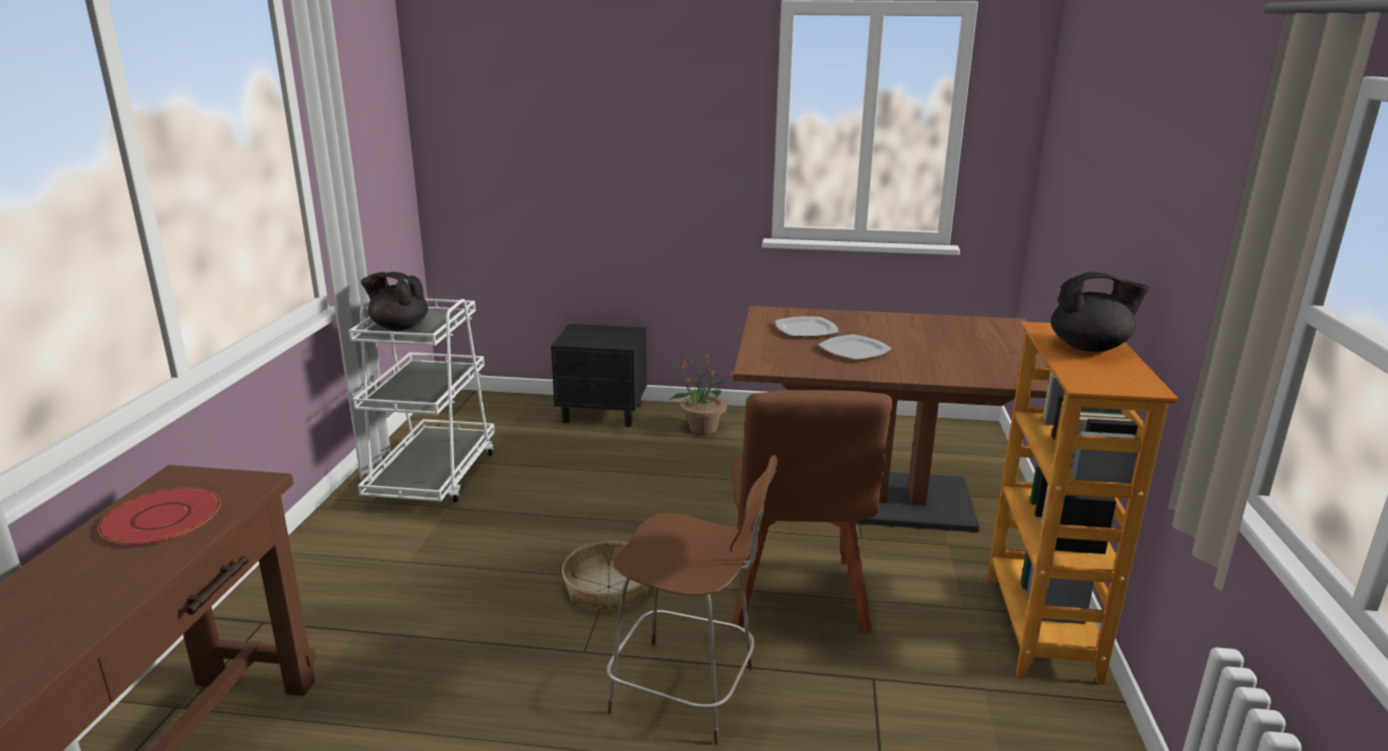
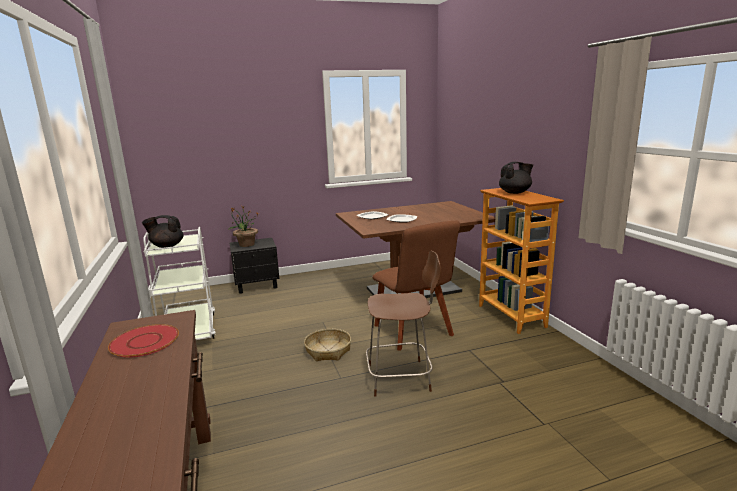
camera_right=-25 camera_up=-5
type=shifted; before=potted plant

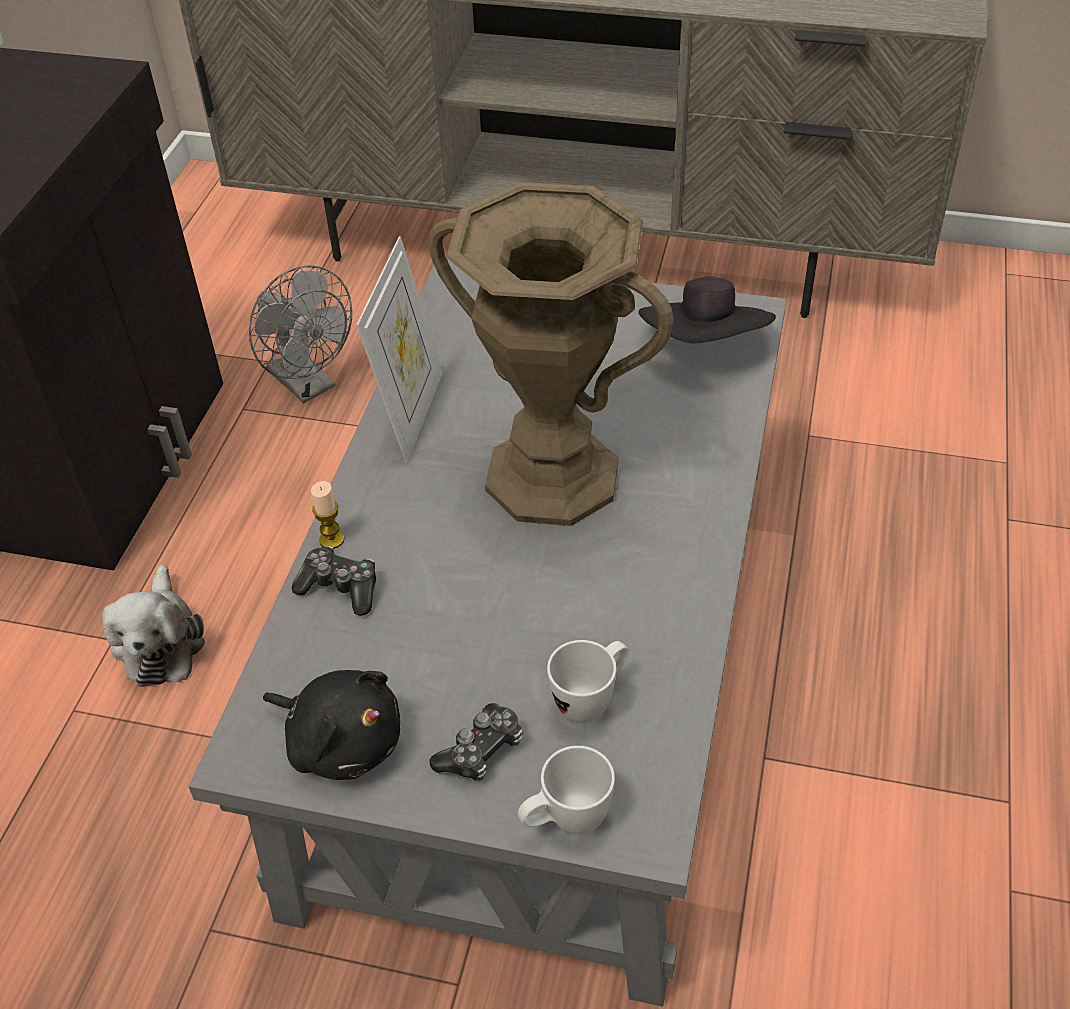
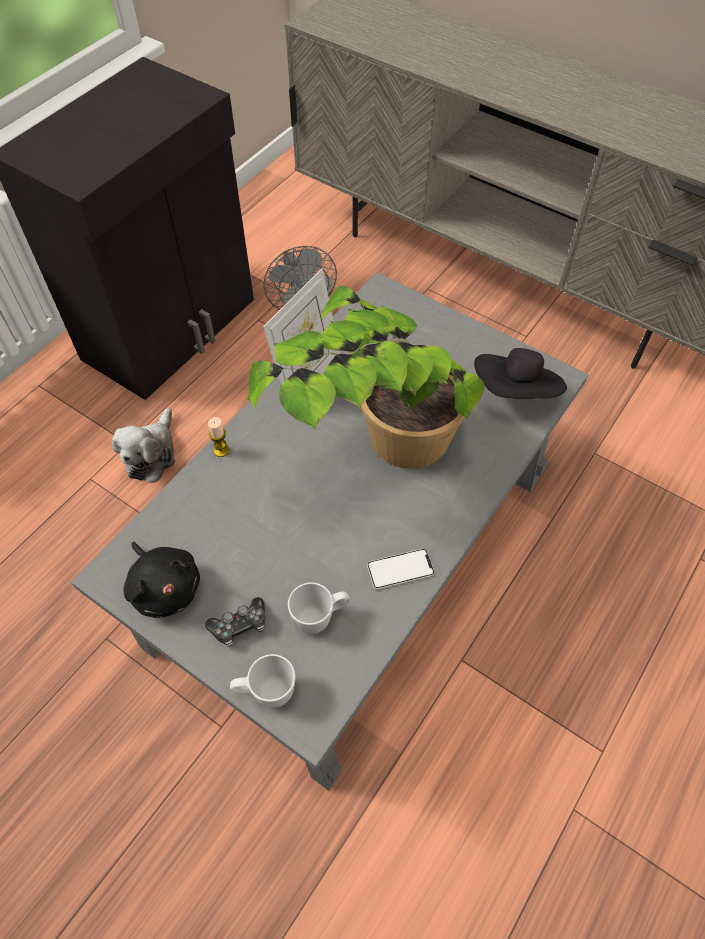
camera_right=20 camera_up=10
type=swapped; before=brown decorative vase; after=potted plant
type=new; after=phone
type=gone; before=joypad (no. 1 from left)

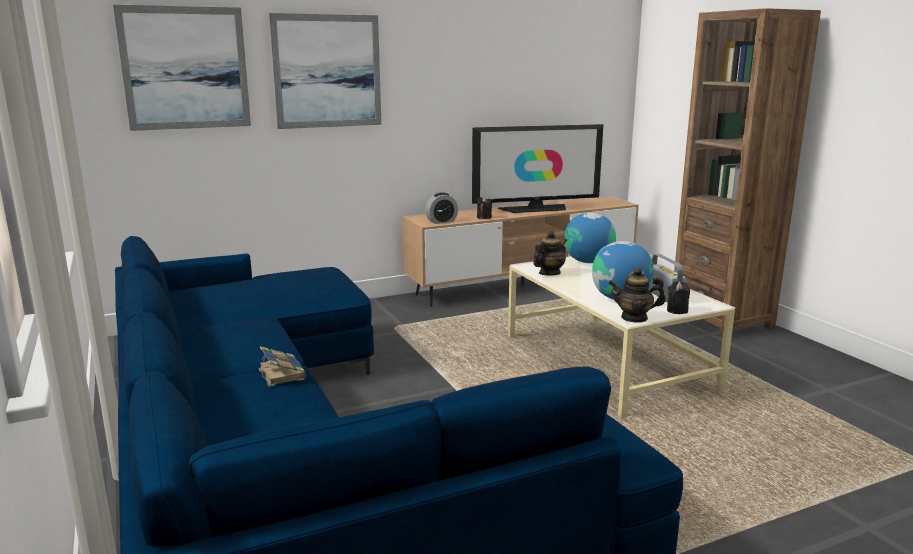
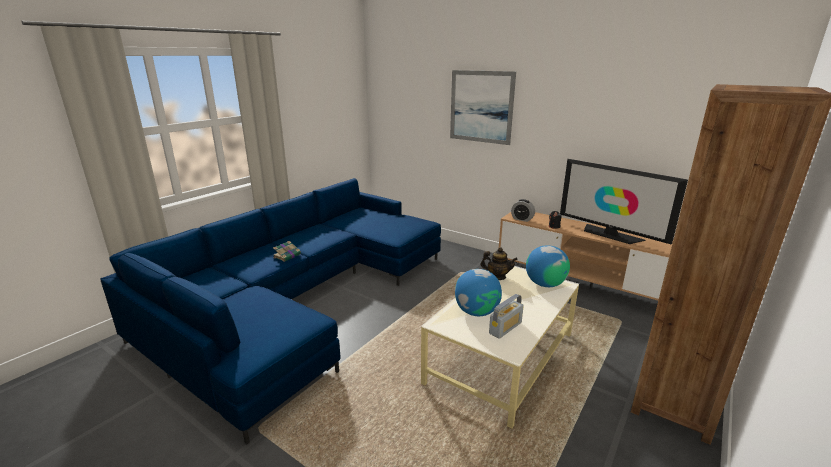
camera_right=60 camera_up=5
type=gone; before=picture (no. 1 from left)
type=gone; before=teapot (no. 2 from left)
type=gone; before=blackish wax light (no. 2 from left)

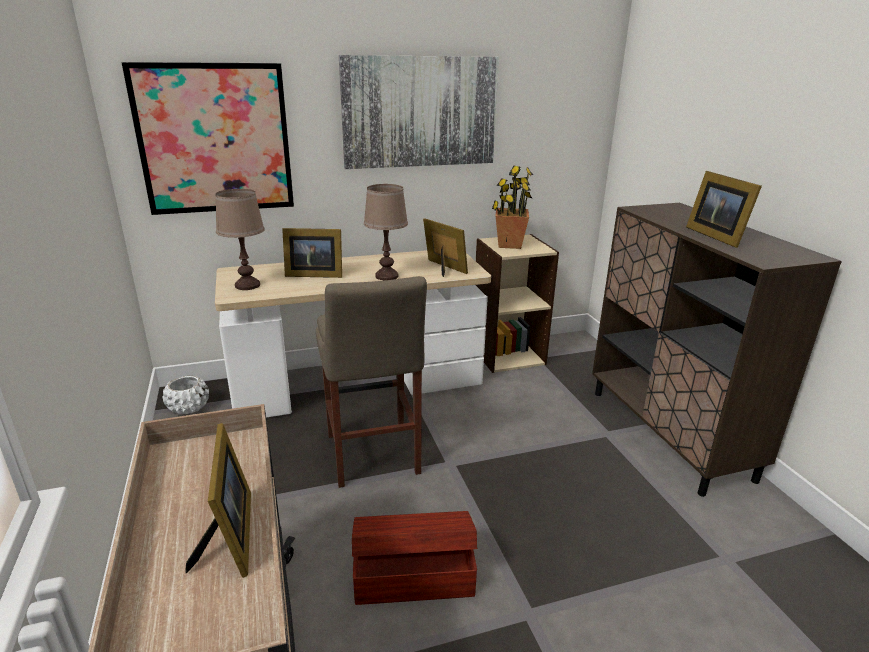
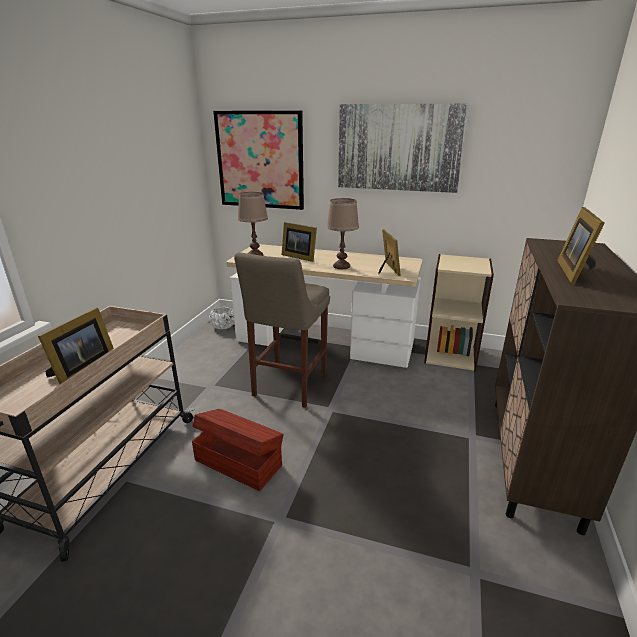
camera_right=35 camera_up=0
type=gone; before=potted plant

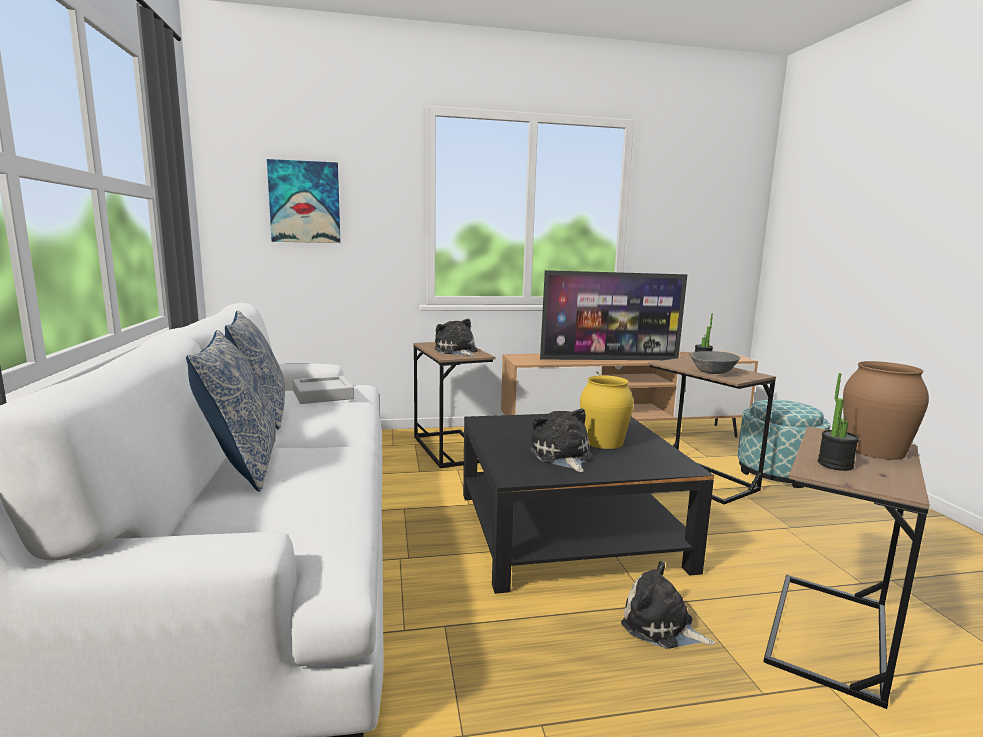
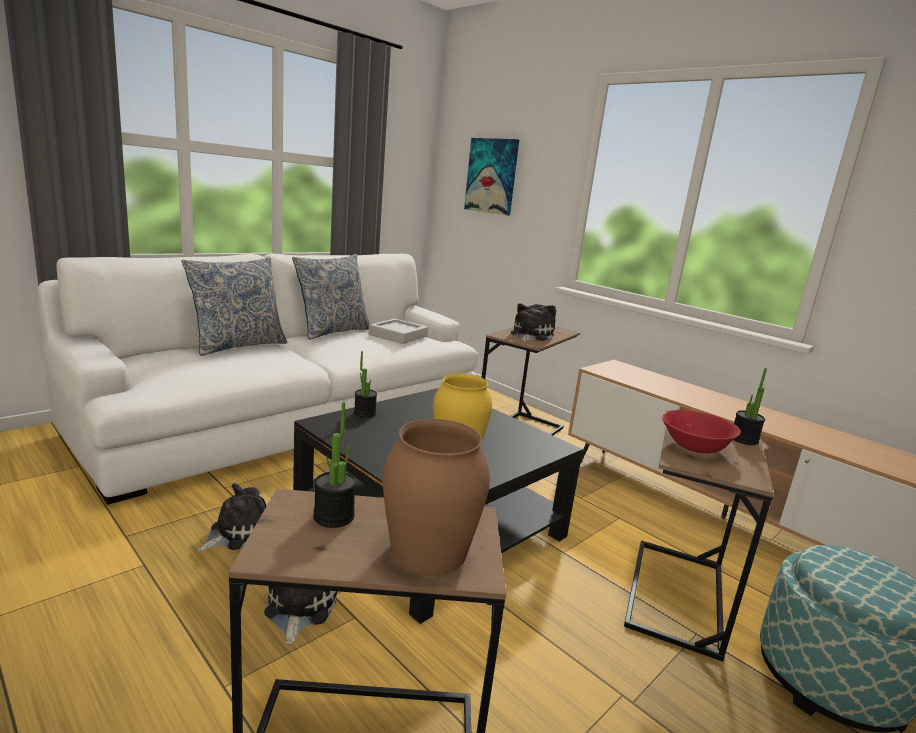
camera_right=55 camera_up=5
type=shifted; before=soft toy (no. 2 from left in the first image); after=soft toy (no. 1 from left)
type=new; after=potted plant (no. 2 from left)
type=repainted; before=greyish serving bowl; after=red-coloured serving bowl
type=gone; before=TV set

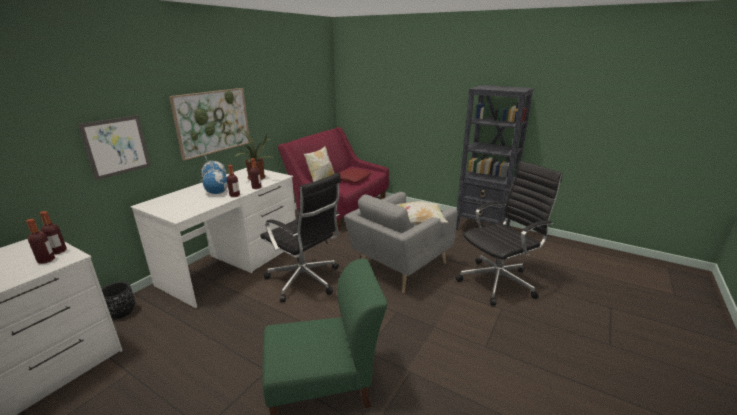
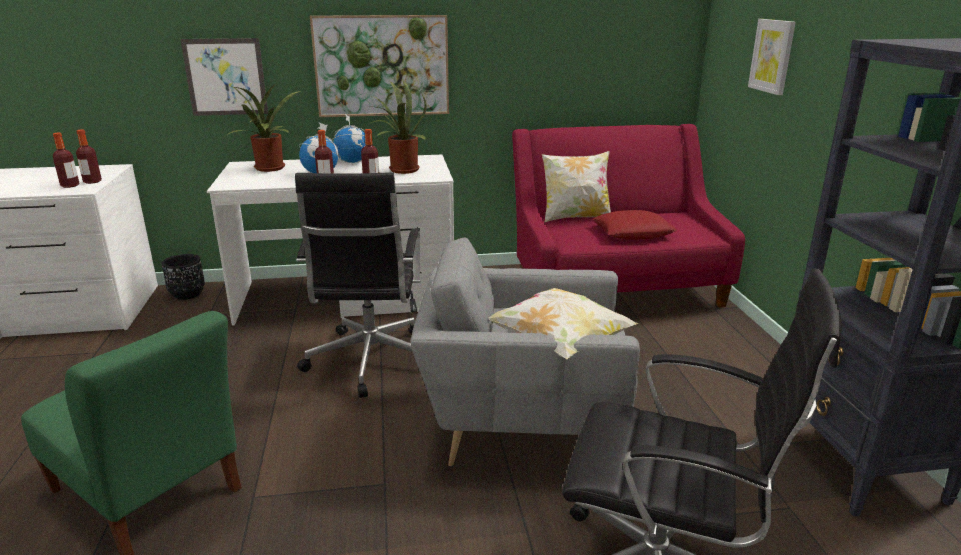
camera_right=50 camera_up=0
type=new; after=potted plant (no. 1 from left)
type=new; after=picture (no. 3 from left)

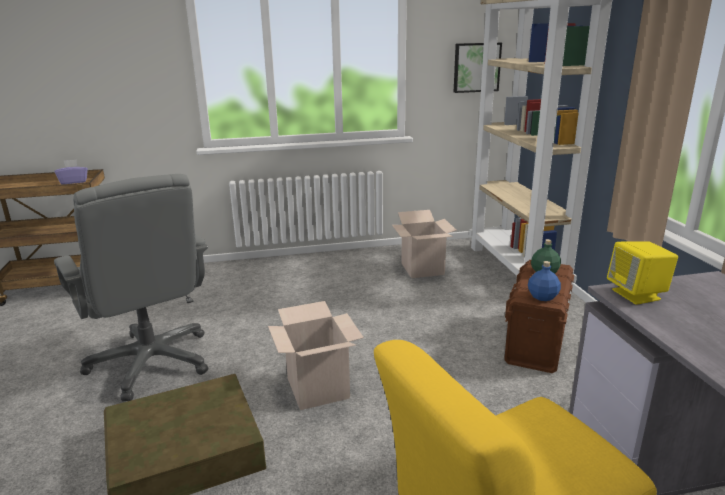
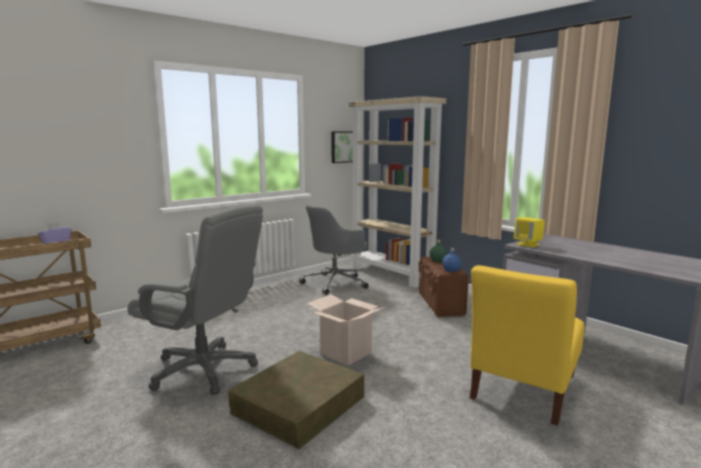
camera_right=-30 camera_up=-10
type=swapped; before=cardboard box (no. 2 from left); after=greyish desk chair (no. 2 from left)

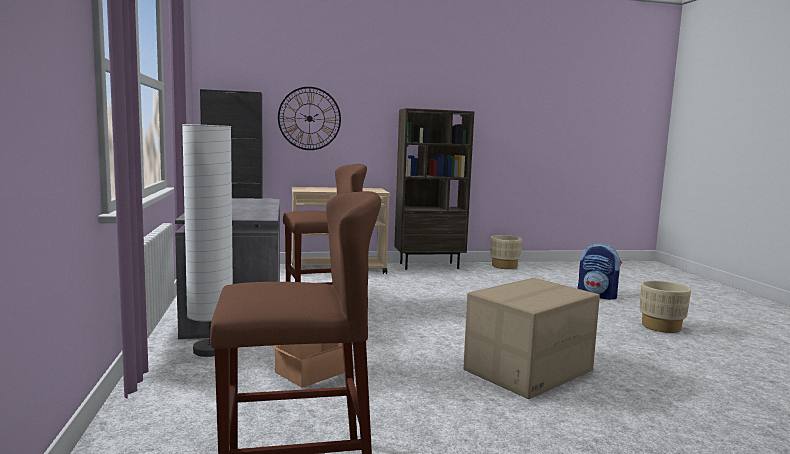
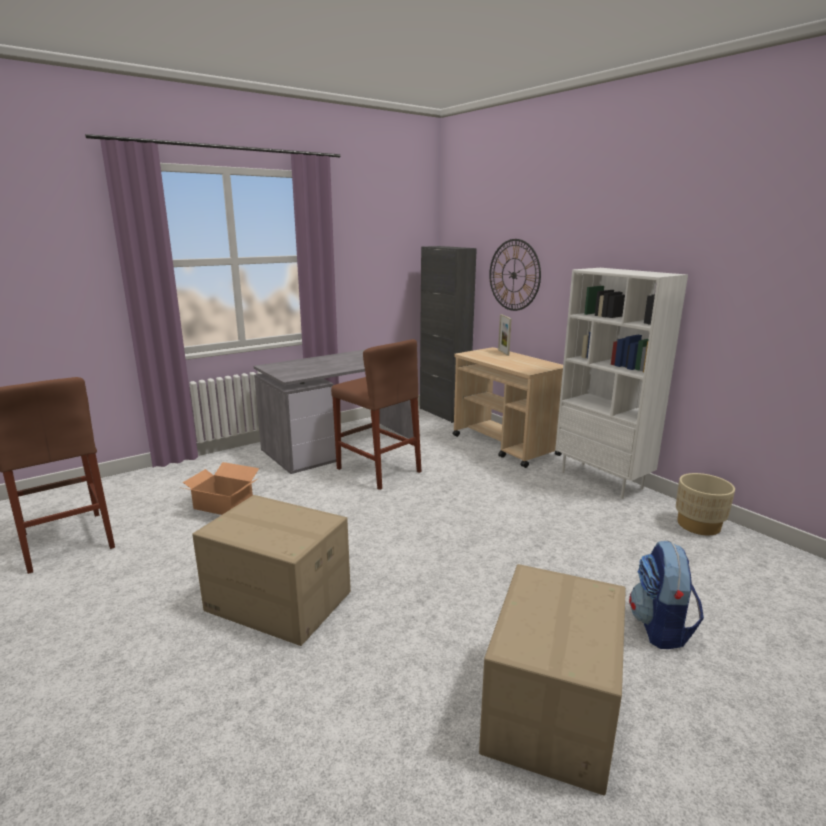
camera_right=65 camera_up=10
type=swapped; before=beige planter (no. 2 from left); after=cardboard box (no. 3 from left)
type=new; after=standing frame
type=repainted; before=brown bookcase; after=white-coloured bookcase
type=gone; before=white-coloured standard lamp

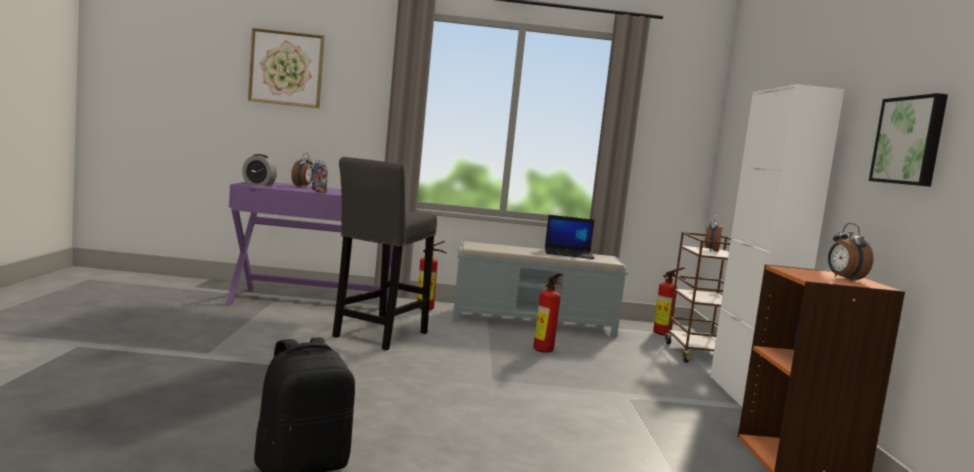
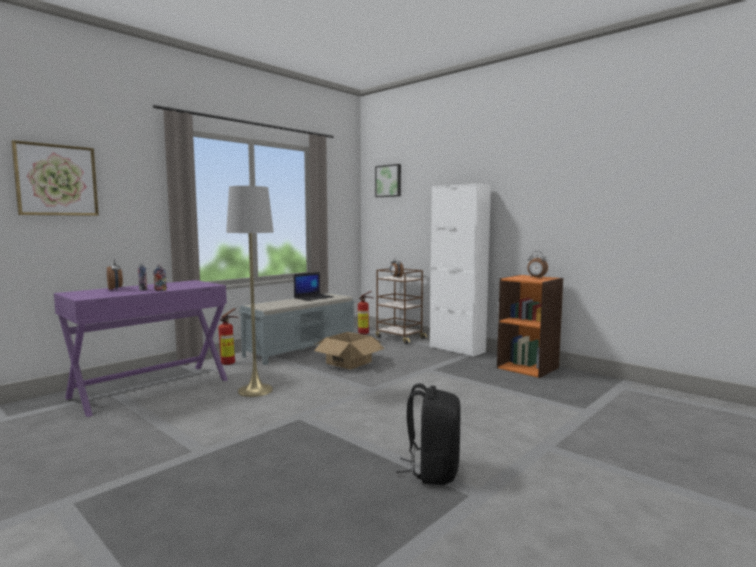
camera_right=-45 camera_up=0
type=swapped; before=greyish stool; after=greyish standard lamp
type=swapped; before=fire extinguisher (no. 2 from left); after=cardboard box
type=shifted; before=picture (no. 2 from left)
type=gone; before=alarm clock (no. 1 from left)

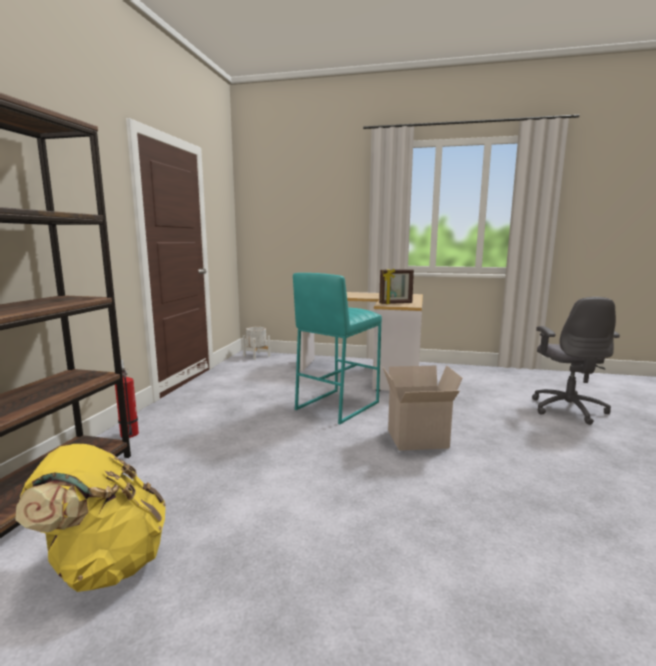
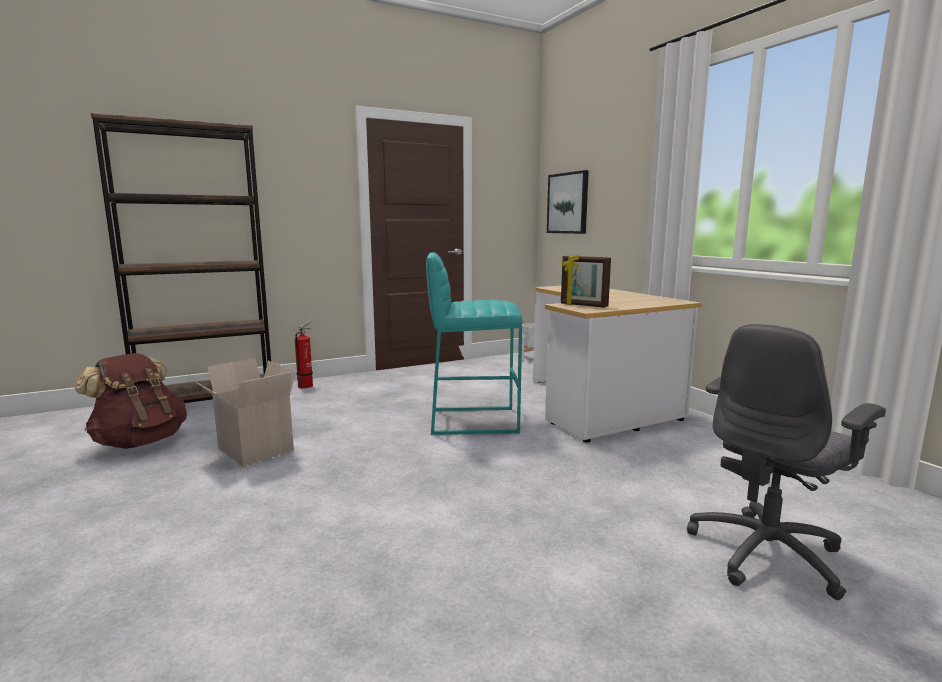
camera_right=50 camera_up=0
type=repainted; before=yellowish knapsack; after=brown knapsack
type=shifted; before=cardboard box
type=new; after=picture

